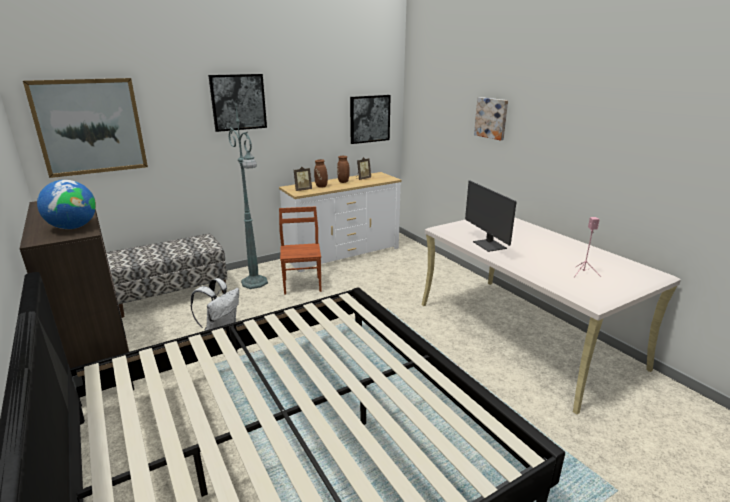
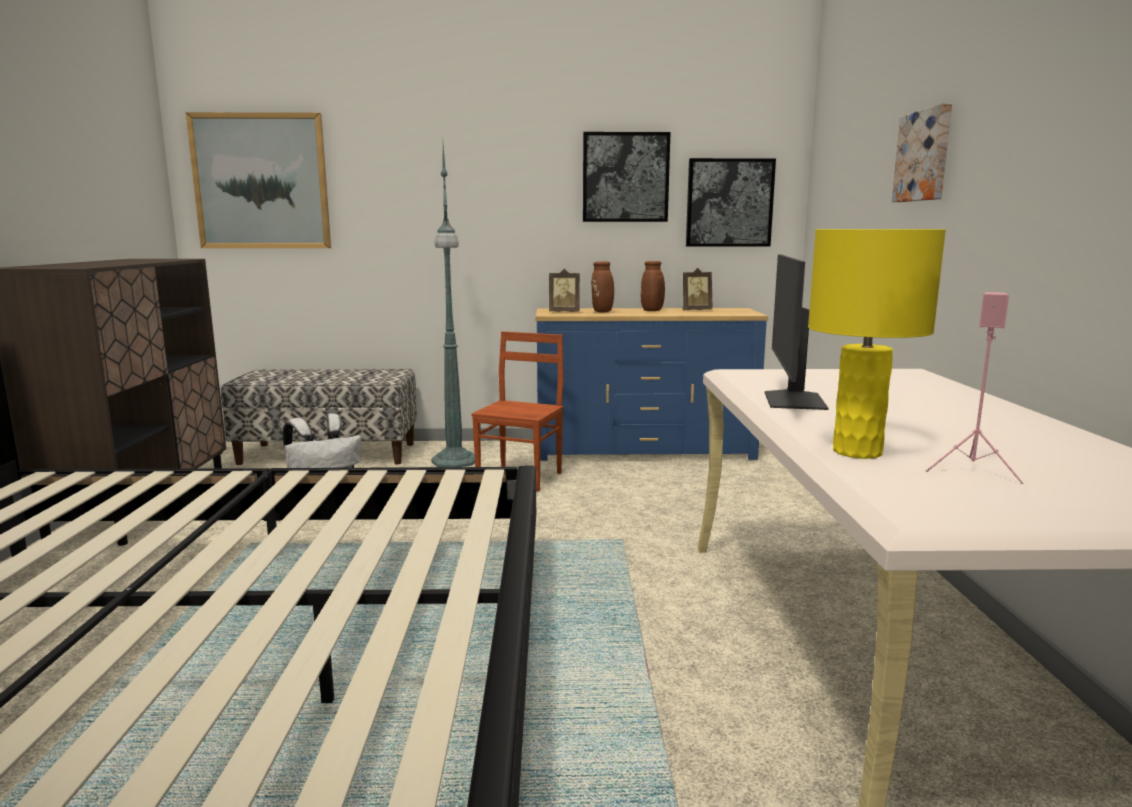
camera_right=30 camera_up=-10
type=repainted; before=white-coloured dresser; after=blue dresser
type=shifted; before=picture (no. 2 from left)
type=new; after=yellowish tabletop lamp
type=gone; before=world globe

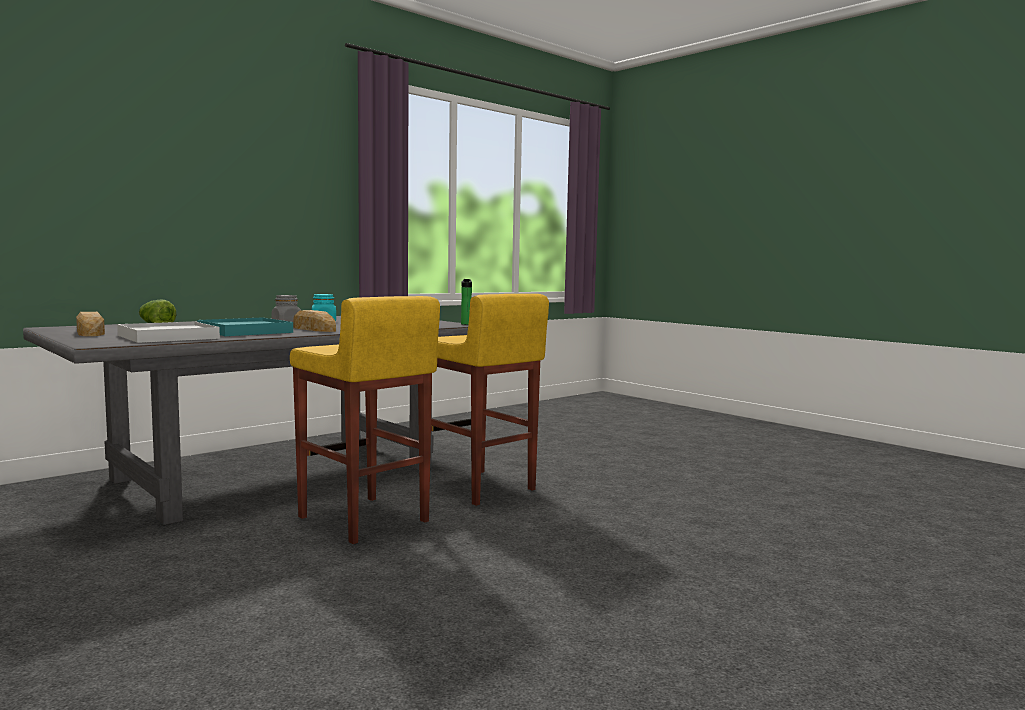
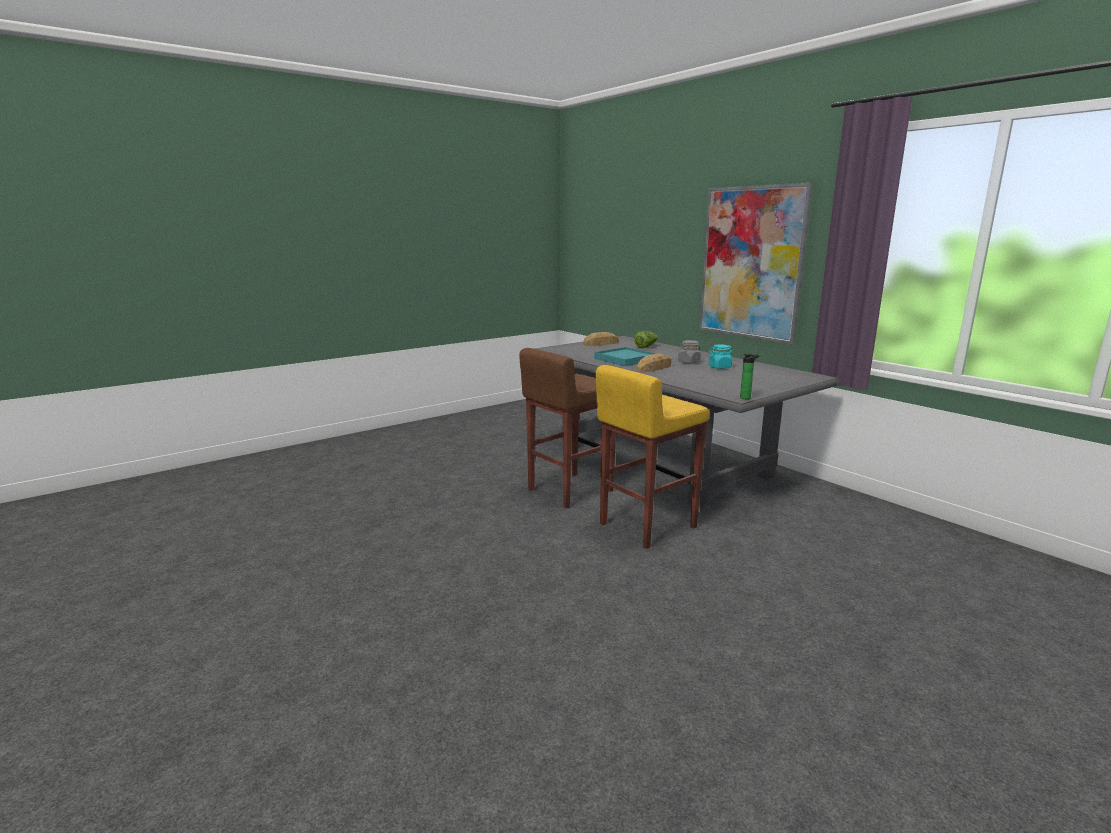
camera_right=95 camera_up=10
type=repainted; before=yellowish stool (no. 1 from left); after=brown stool
type=new; after=picture
type=gone; before=white-coloured carrying tray

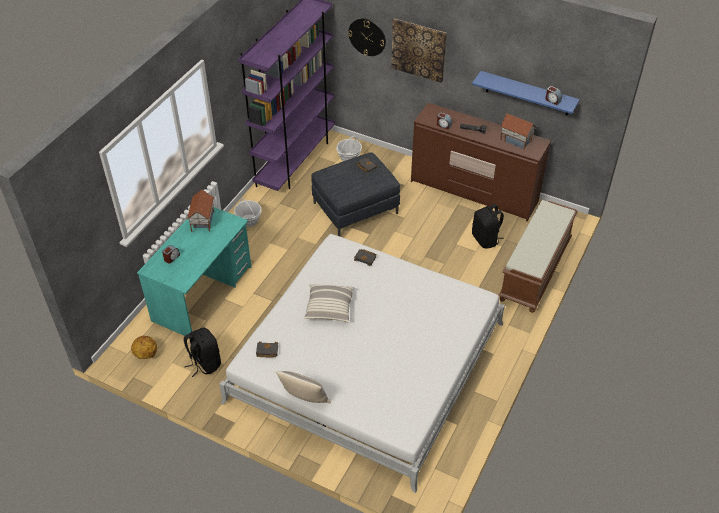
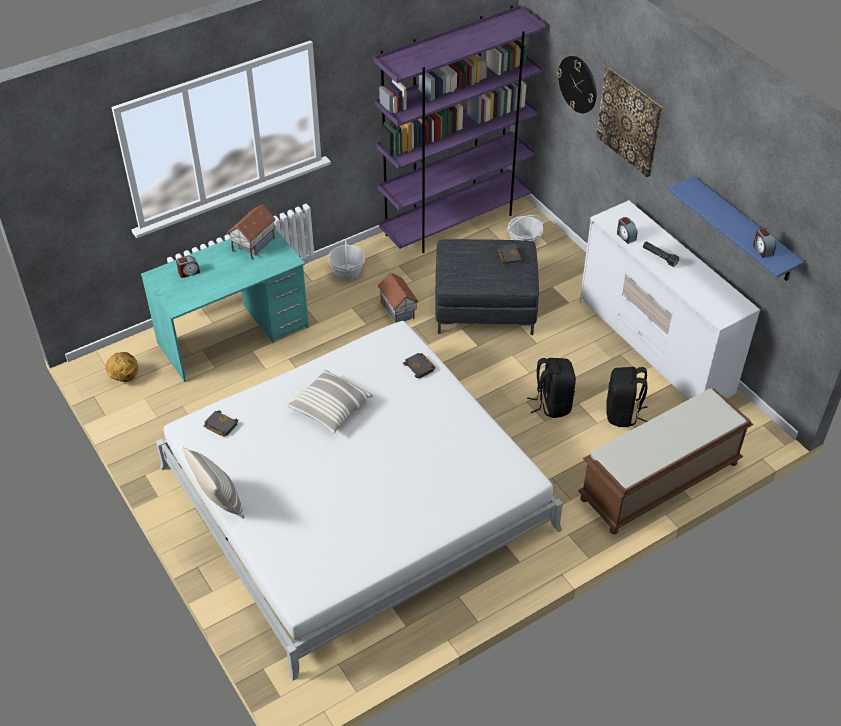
camera_right=30 camera_up=0
type=shifted; before=toy house (no. 2 from left)
type=shifted; before=blackish knapsack (no. 1 from left)
type=repainted; before=brown dresser; after=white-coloured dresser

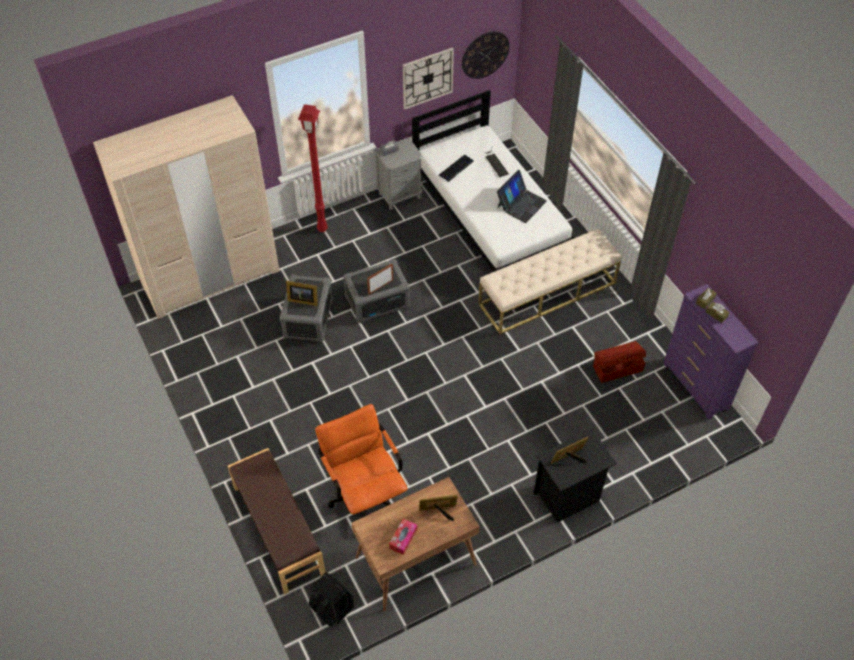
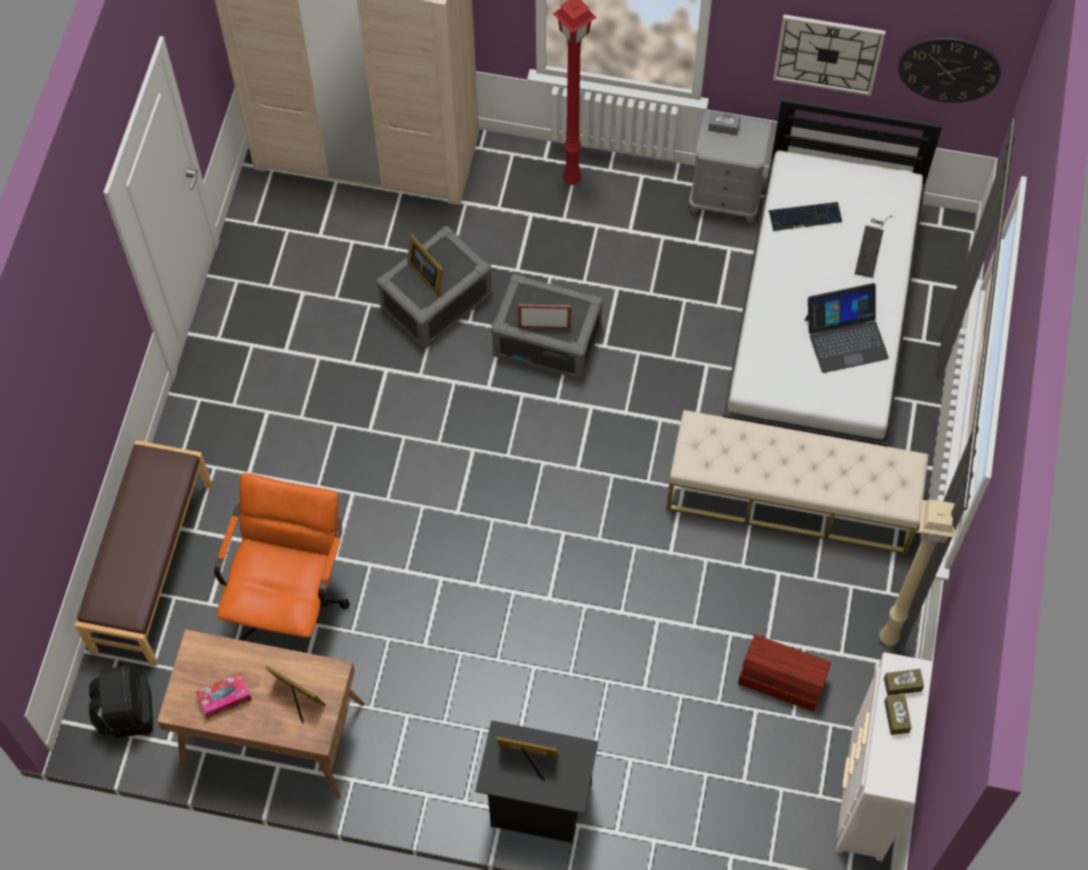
camera_right=40 camera_up=10
type=repainted; before=purple dresser; after=white-coloured dresser
type=new; after=beige standard lamp

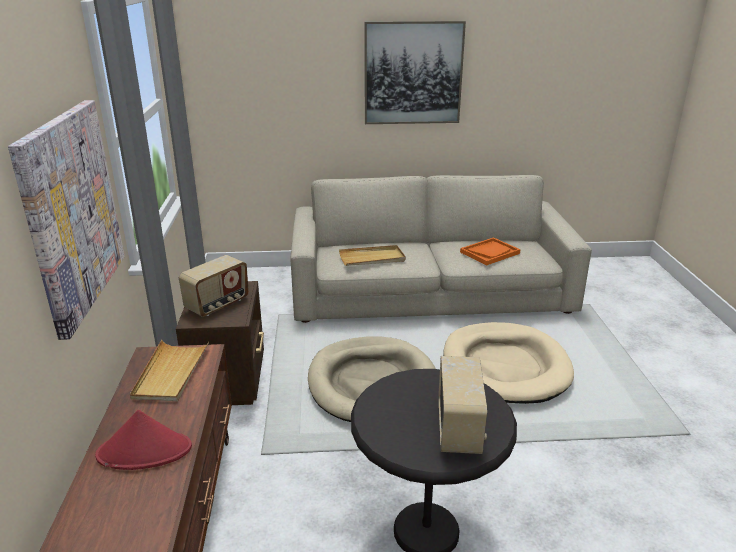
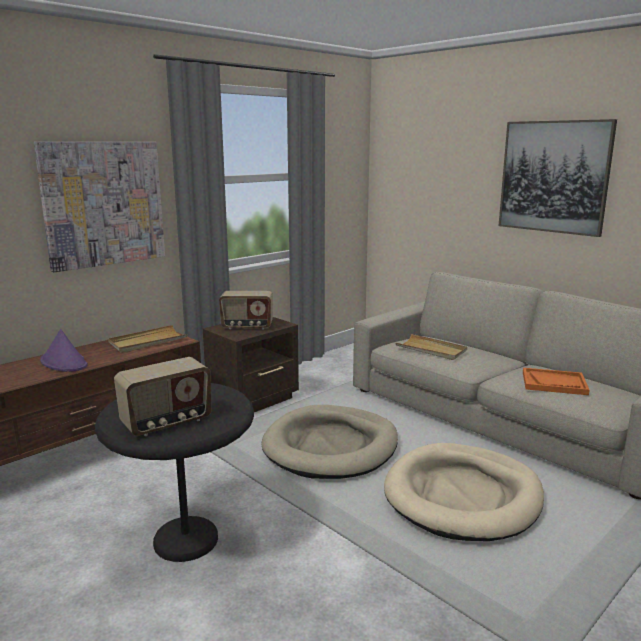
camera_right=50 camera_up=-10
type=repainted; before=red-coloured wearable hat; after=purple wearable hat

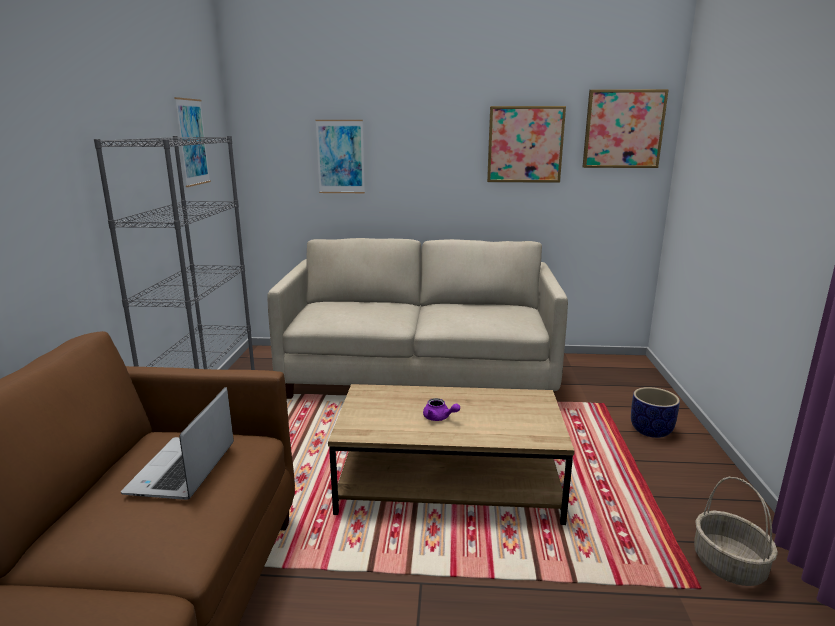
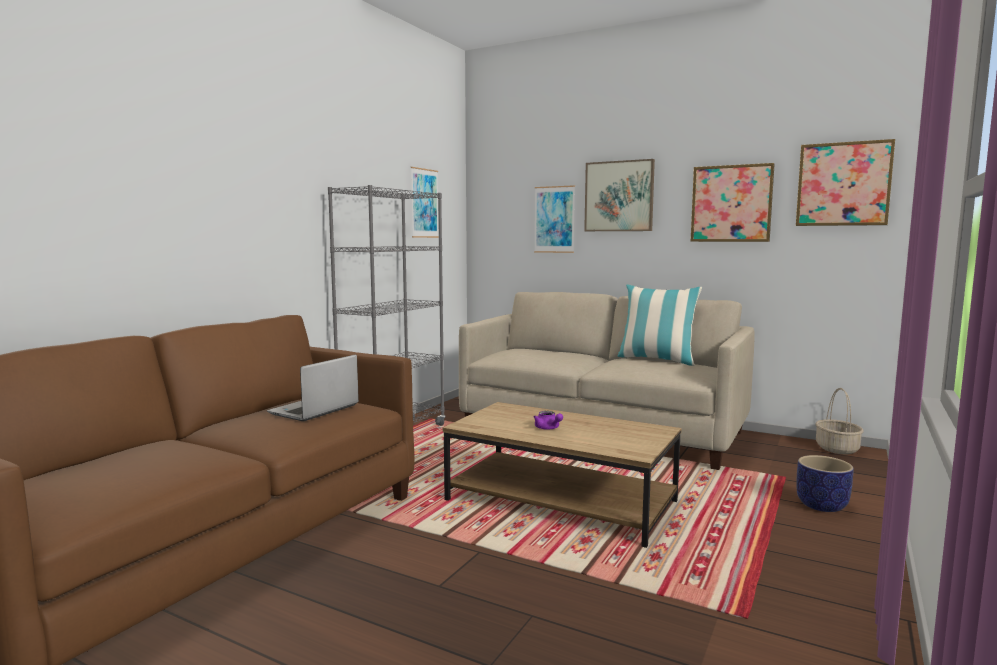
camera_right=25 camera_up=-10
type=new; after=picture (no. 3 from left)
type=new; after=cushion
type=shifted; before=basket

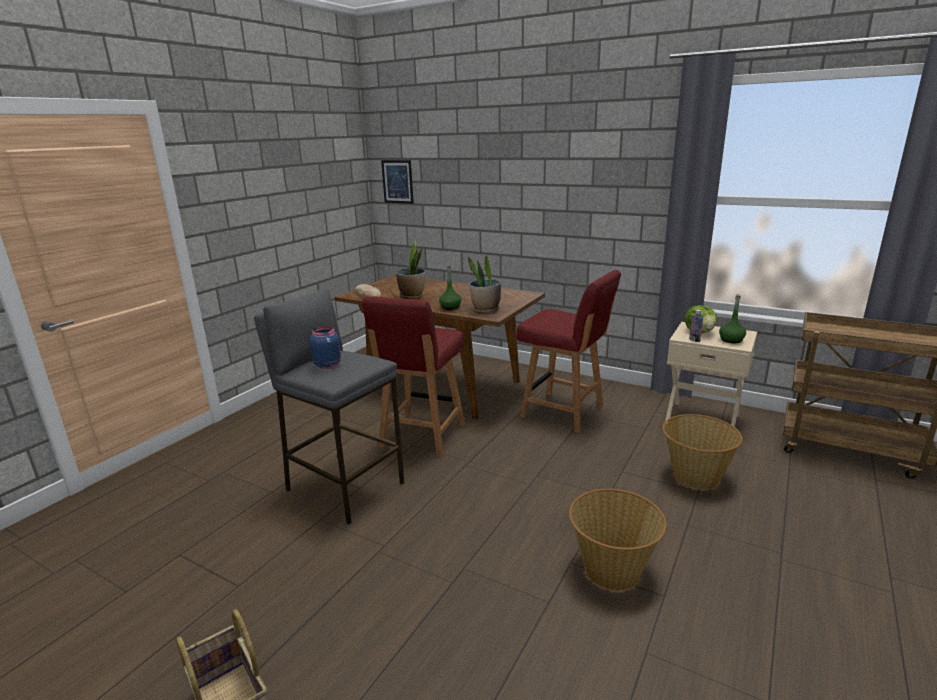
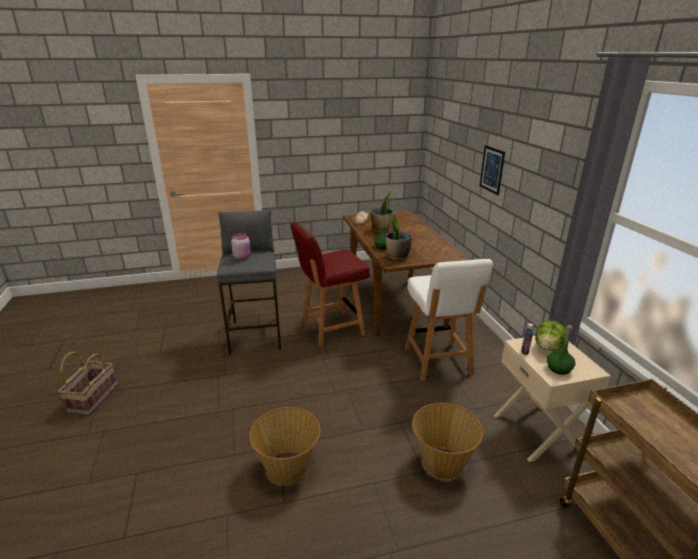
camera_right=45 camera_up=5
type=repainted; before=blue storage jar; after=pinkish storage jar
type=repainted; before=red-coloured upright chair (no. 2 from left); after=white-coloured upright chair
type=shifted; before=picture

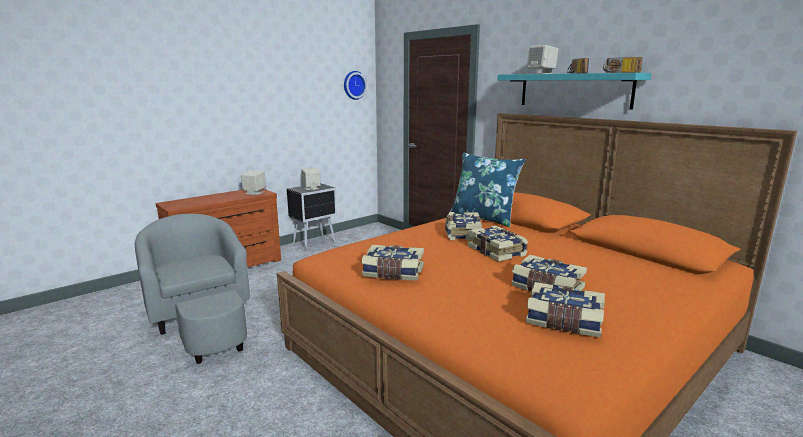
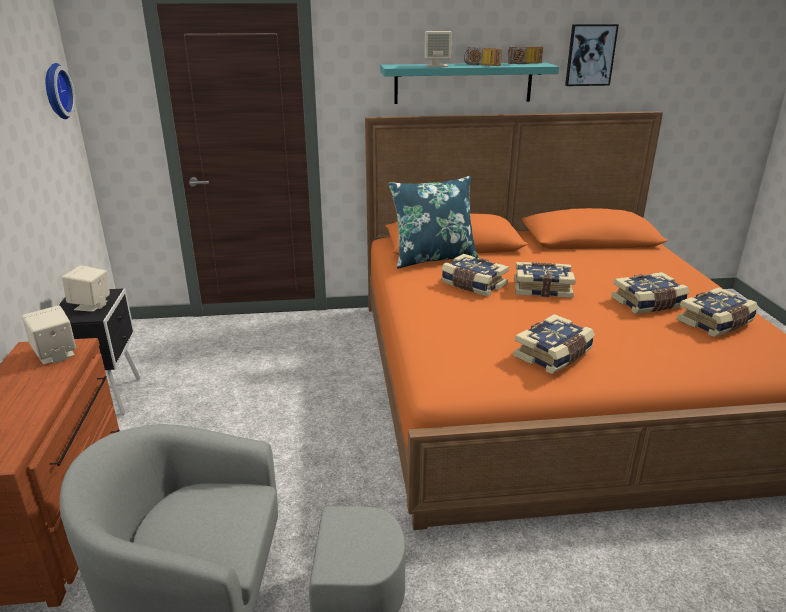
camera_right=-55 camera_up=10
type=new; after=picture

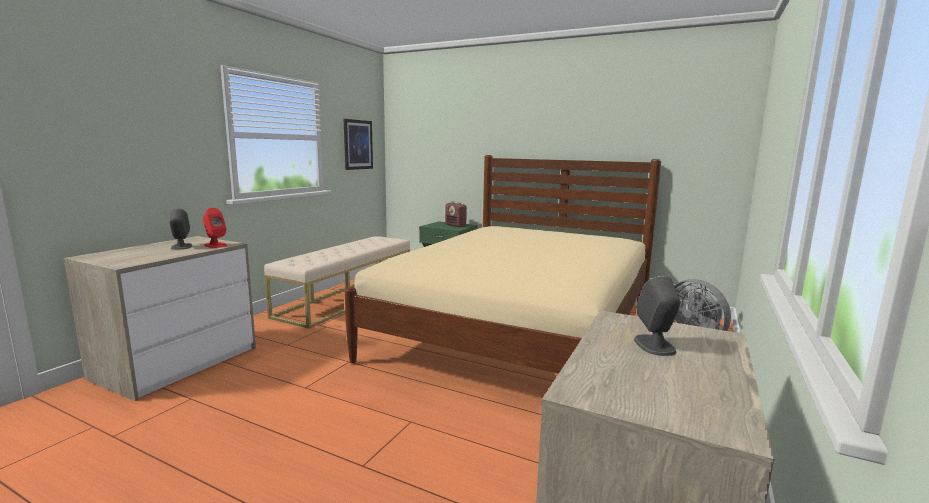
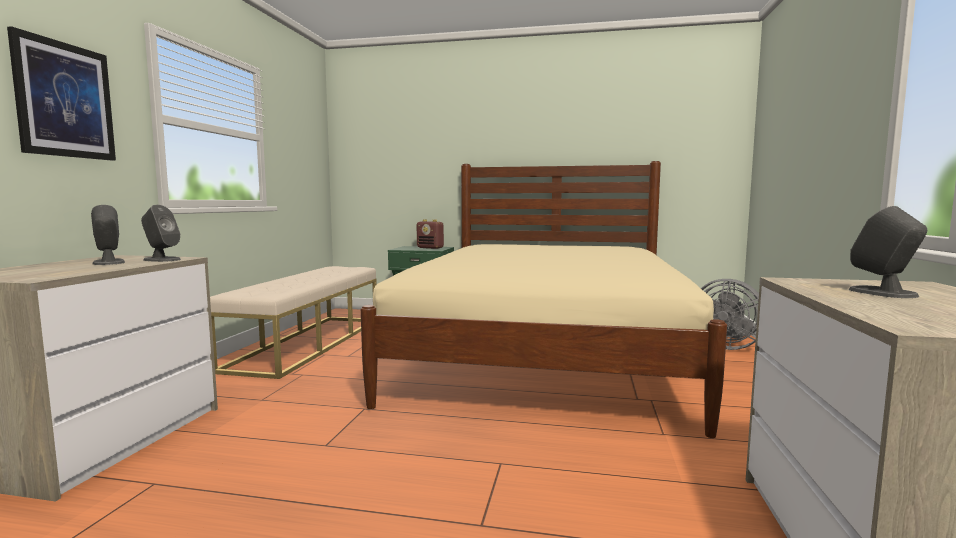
camera_right=-15 camera_up=-5
type=shifted; before=picture
type=repainted; before=red-coloured loudspeaker; after=greyish loudspeaker (no. 2 from left)

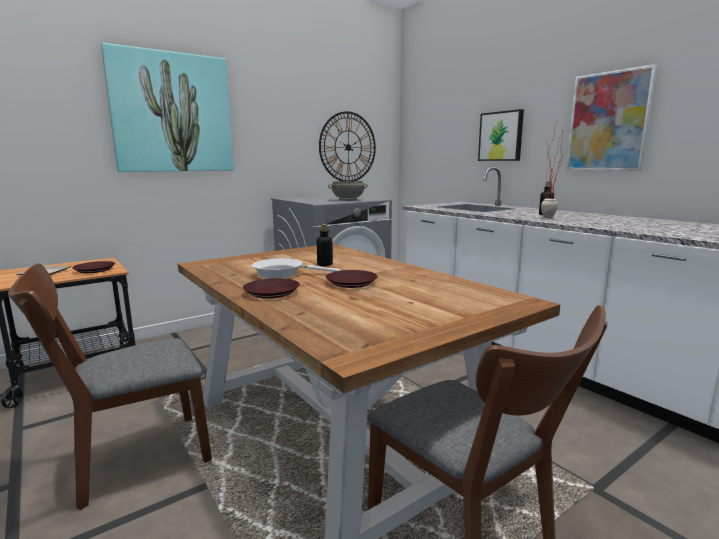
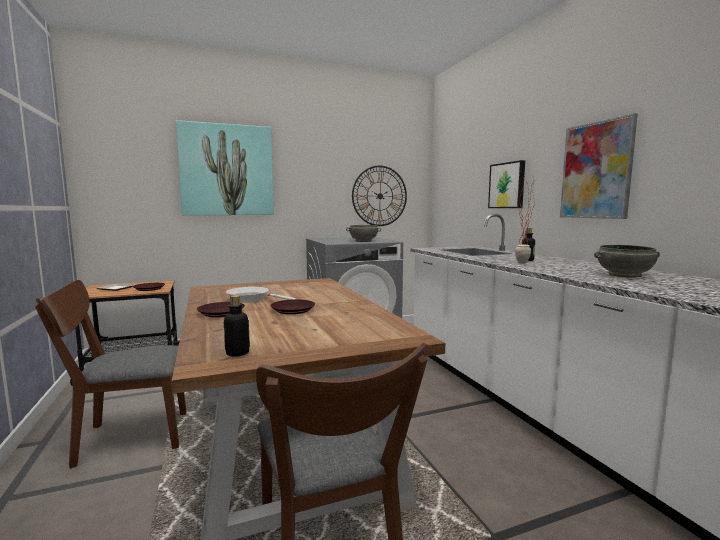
camera_right=15 camera_up=-5
type=shifted; before=drink bottle (no. 1 from left)
type=new; after=greyish serving bowl (no. 2 from left)

